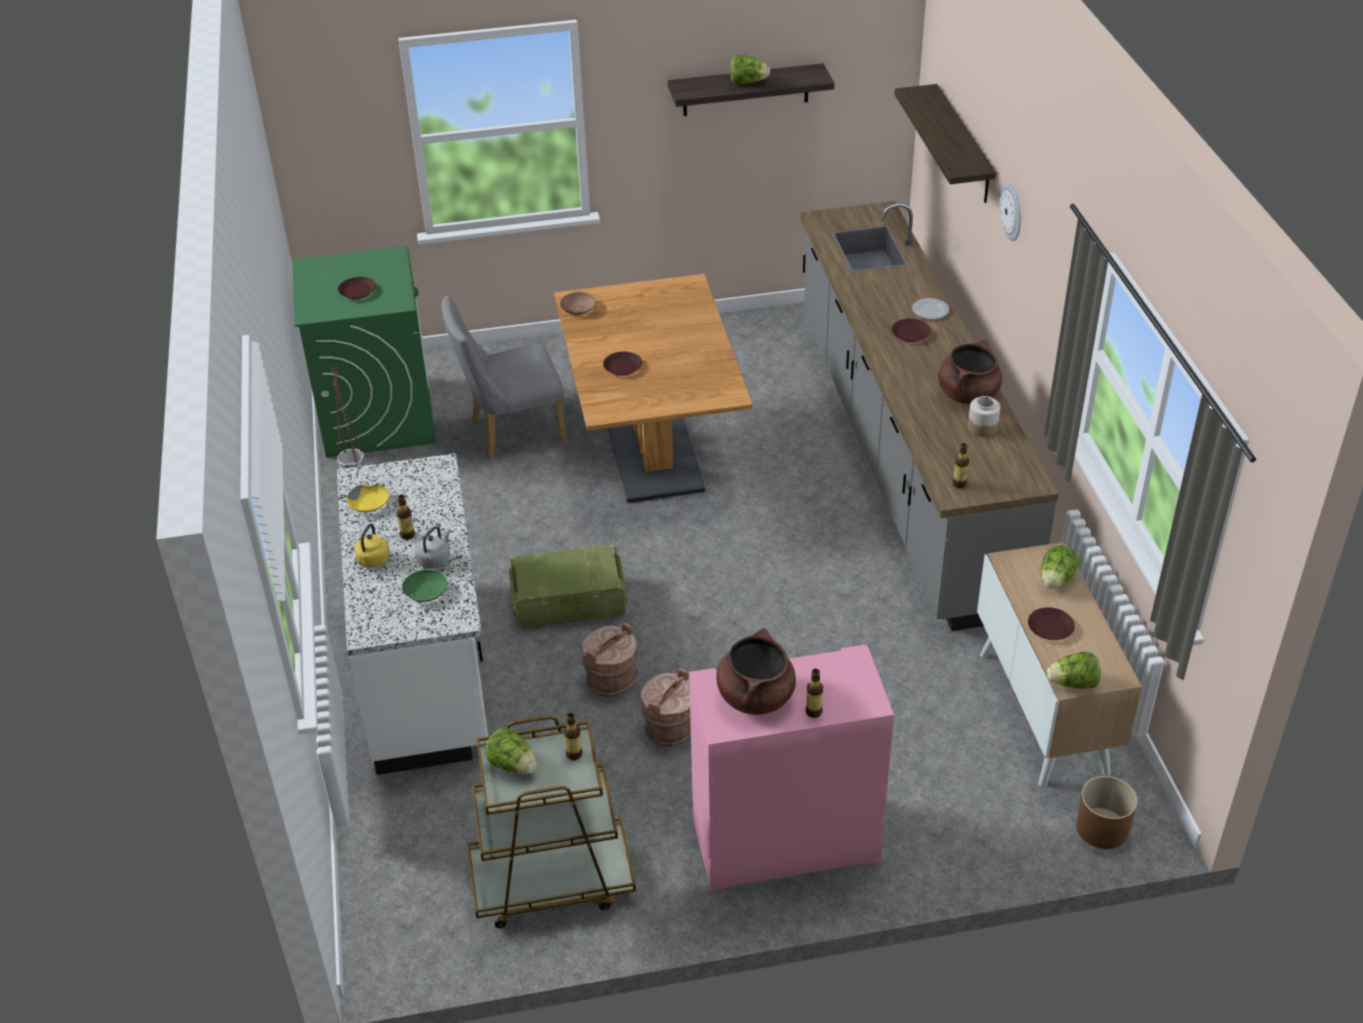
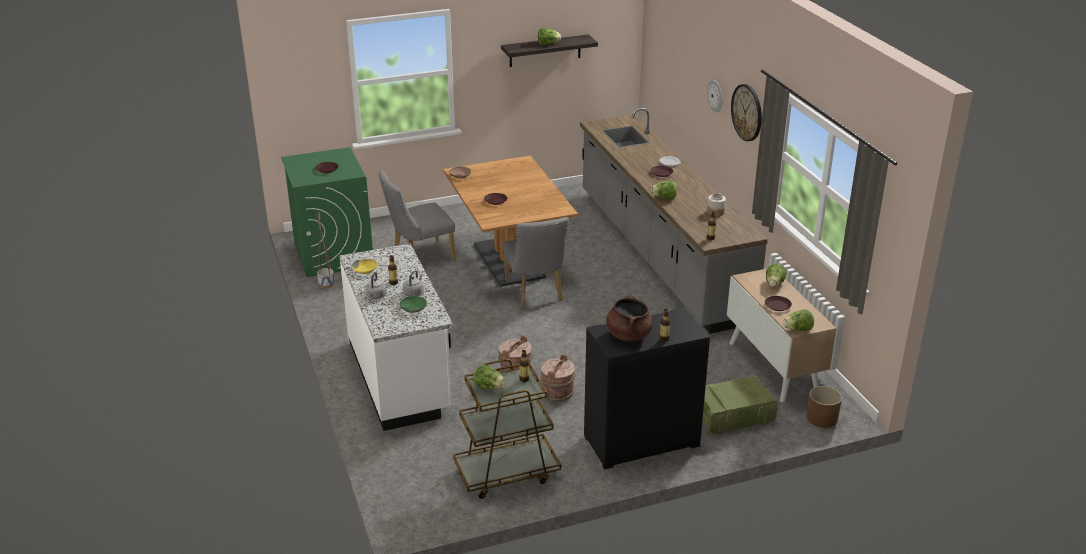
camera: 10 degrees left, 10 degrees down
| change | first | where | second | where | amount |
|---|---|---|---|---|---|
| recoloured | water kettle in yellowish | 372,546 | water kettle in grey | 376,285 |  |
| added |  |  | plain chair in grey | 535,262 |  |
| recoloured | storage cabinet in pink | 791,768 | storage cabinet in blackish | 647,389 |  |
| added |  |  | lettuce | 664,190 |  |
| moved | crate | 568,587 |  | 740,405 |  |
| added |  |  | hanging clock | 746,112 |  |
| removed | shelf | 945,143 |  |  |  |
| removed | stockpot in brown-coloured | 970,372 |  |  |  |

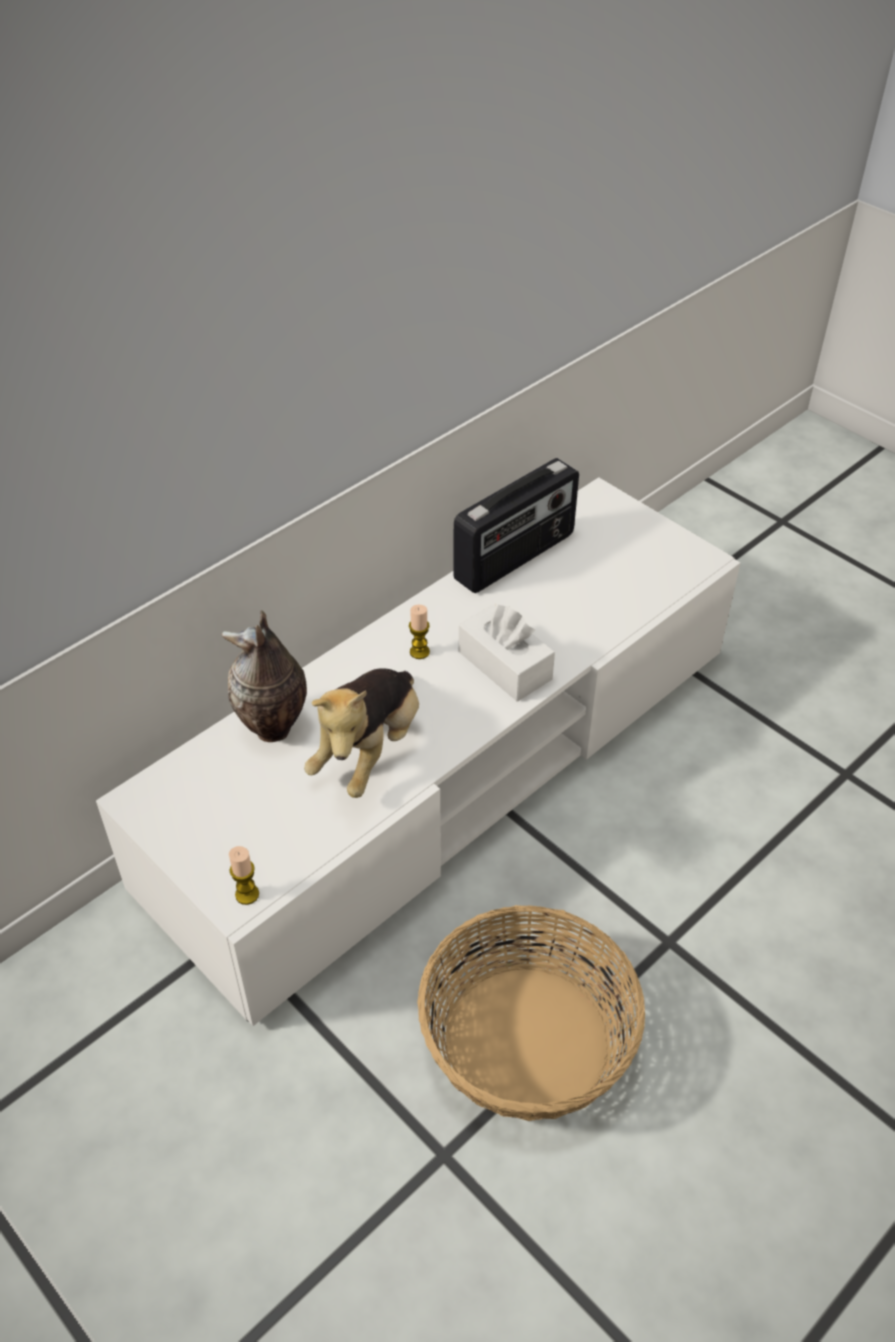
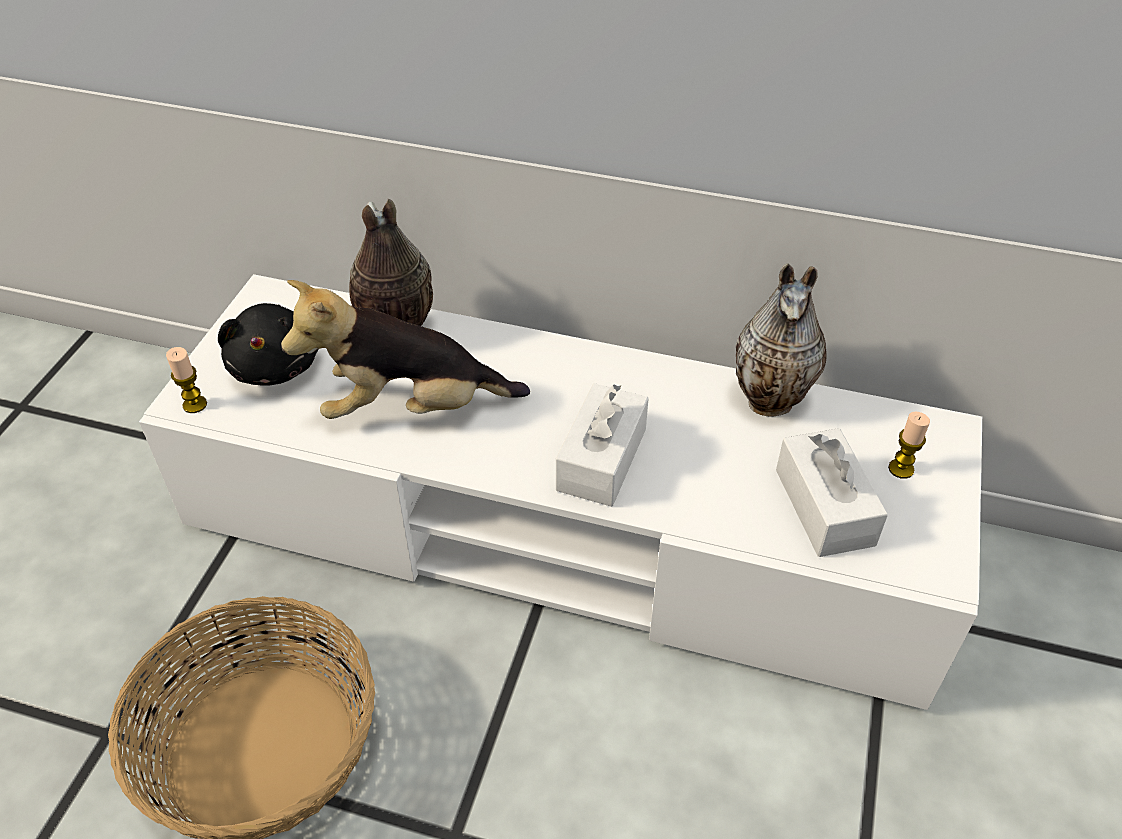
camera: 60 degrees right, 0 degrees up
| change | first | where | second | where | amount |
|---|---|---|---|---|---|
| added |  |  | soft toy in blackish | 268,344 |  |
| replaced | radio set | 516,525 | flower vase | 781,340 |  |
| added |  |  | tissue holder in whitish | 832,492 |  |
| moved | candle | 419,632 |  | 909,445 |  |

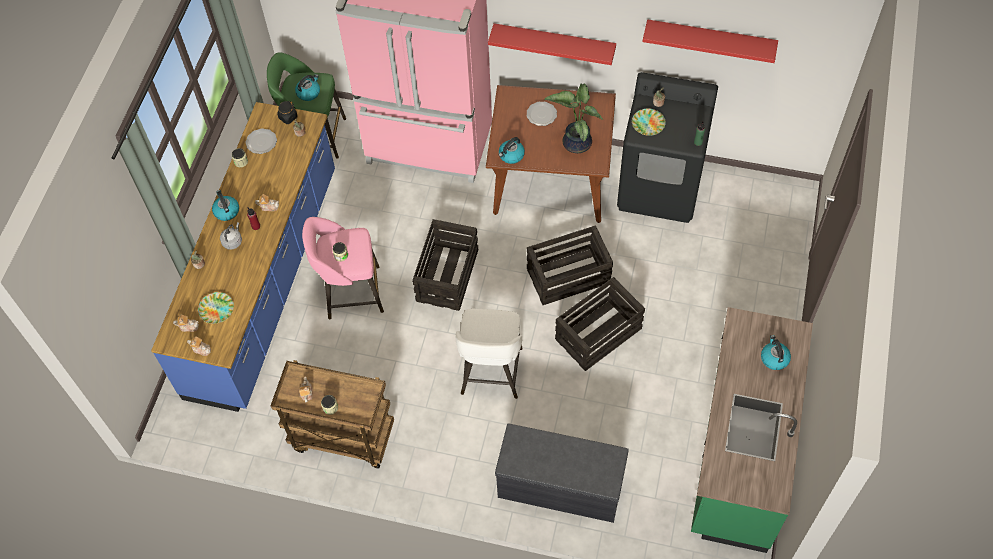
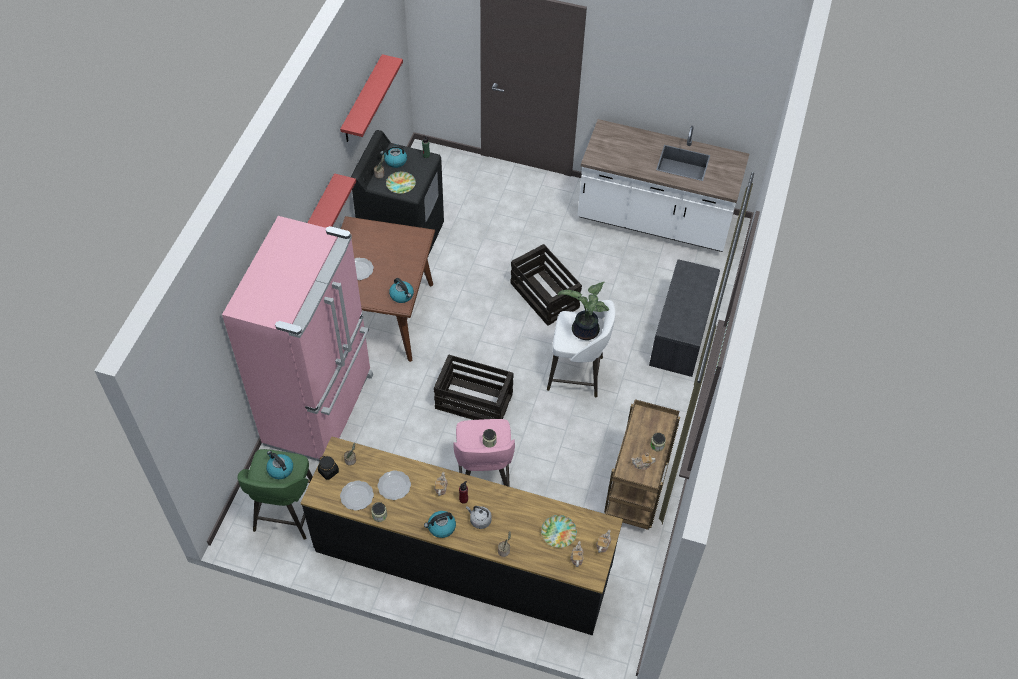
camera: 90 degrees left, 5 degrees down
| change | first | where | second | where | amount |
|---|---|---|---|---|---|
| recoloured | counter in blue | 243,257 | counter in blackish | 462,535 |  |
| added |  |  | plate | 394,485 |  |
| moved | water kettle | 776,352 |  | 393,156 |  |
| moved | plant in a pot | 573,118 |  | 583,311 |  |
| recoloured | counter in green-coloured | 752,430 | counter in whitish | 663,185 |  |
| removed | crate | 570,265 |  |  |  |

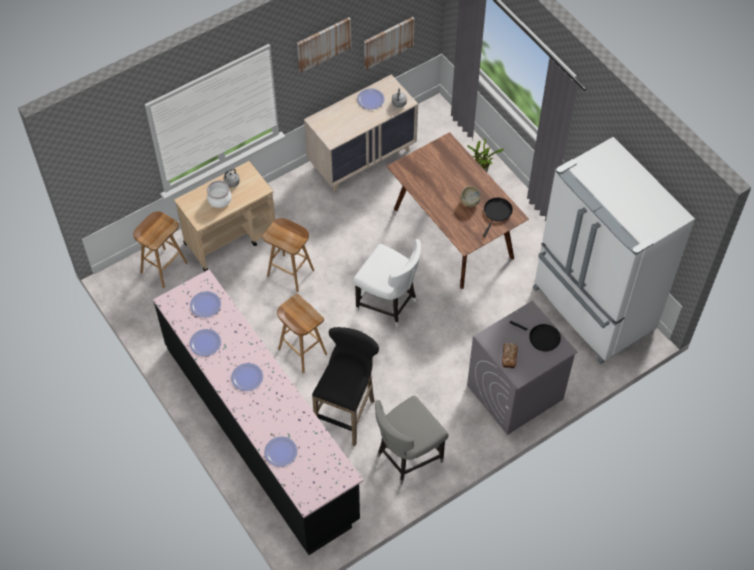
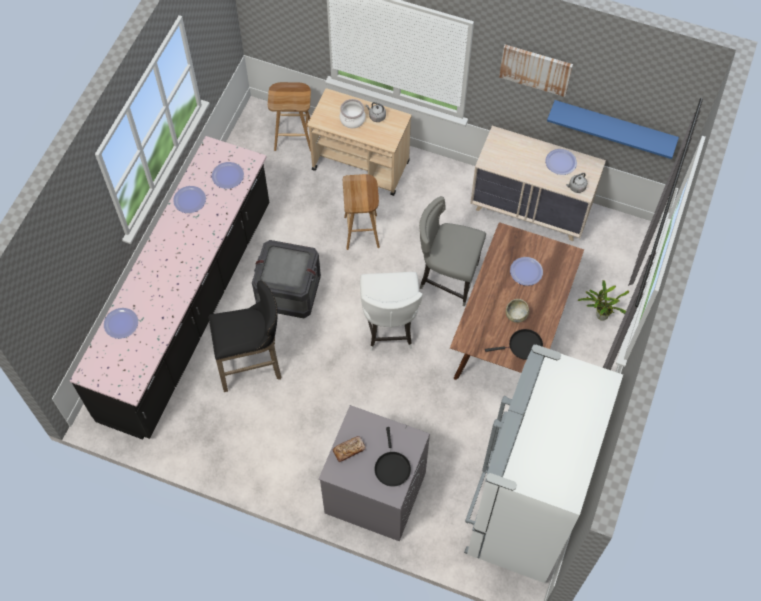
camera: 55 degrees right, 5 degrees up
| change | first | where | second | where | amount |
|---|---|---|---|---|---|
| replaced | stool seat in brown-coloured | 302,333 | crate | 286,279 |  |
| moved | plain chair in grey | 412,440 |  | 452,251 |  |
| moved | plate | 247,377 |  | 526,271 |  |
| replaced | wall picture | 389,43 | shelf in blue | 613,129 |  |

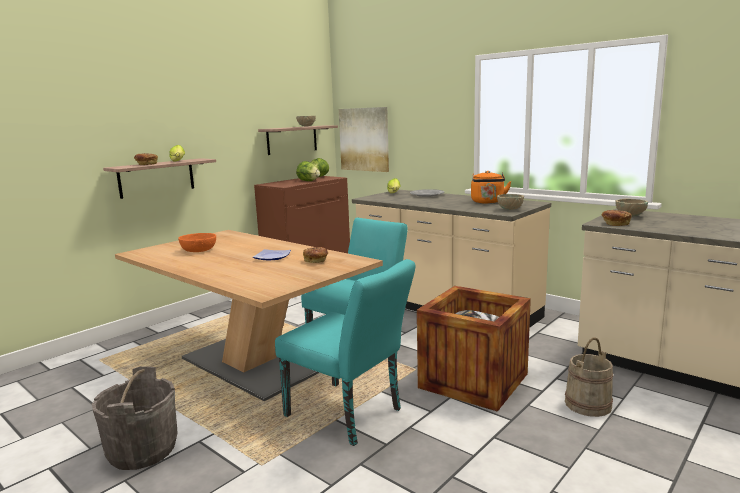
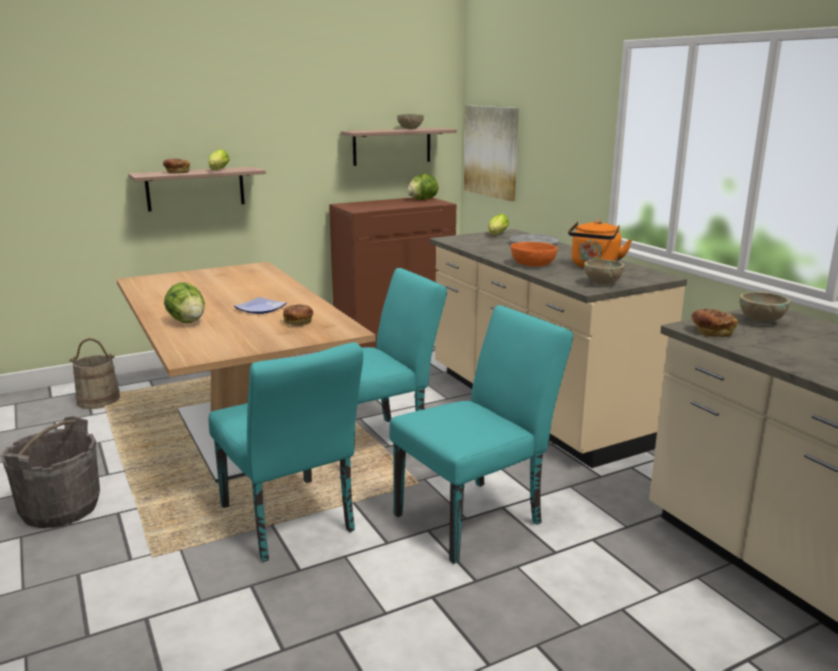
camera: 20 degrees right, 5 degrees up
| change | first | where | second | where | amount |
|---|---|---|---|---|---|
| moved | bucket in beige | 589,377 |  | 94,373 |  |
| moved | lettuce | 308,171 |  | 184,302 |  |
| replaced | crate | 474,349 | plain chair in blue-green | 481,434 |  |
| moved | serving bowl in orangey | 197,242 |  | 534,254 |  |

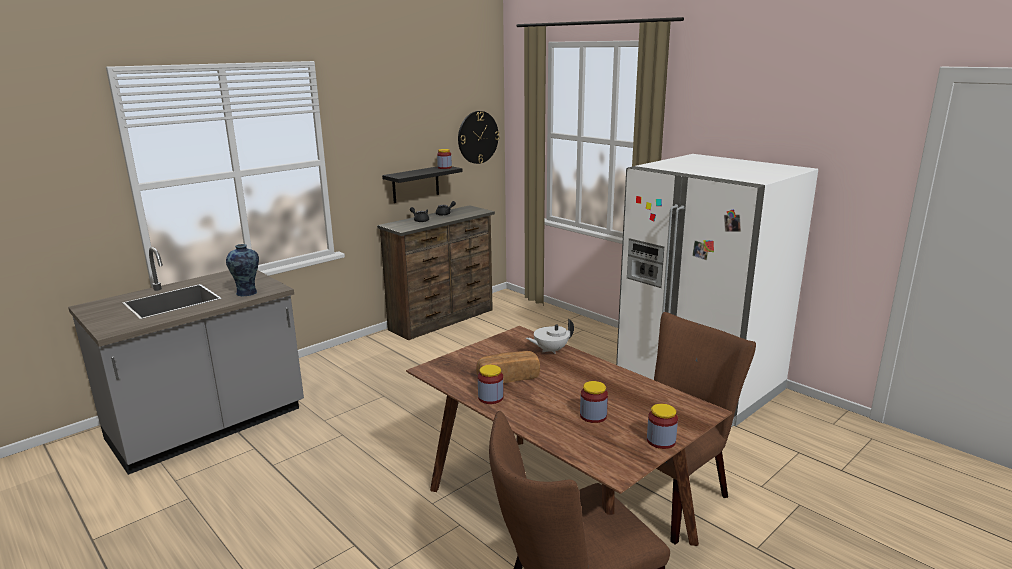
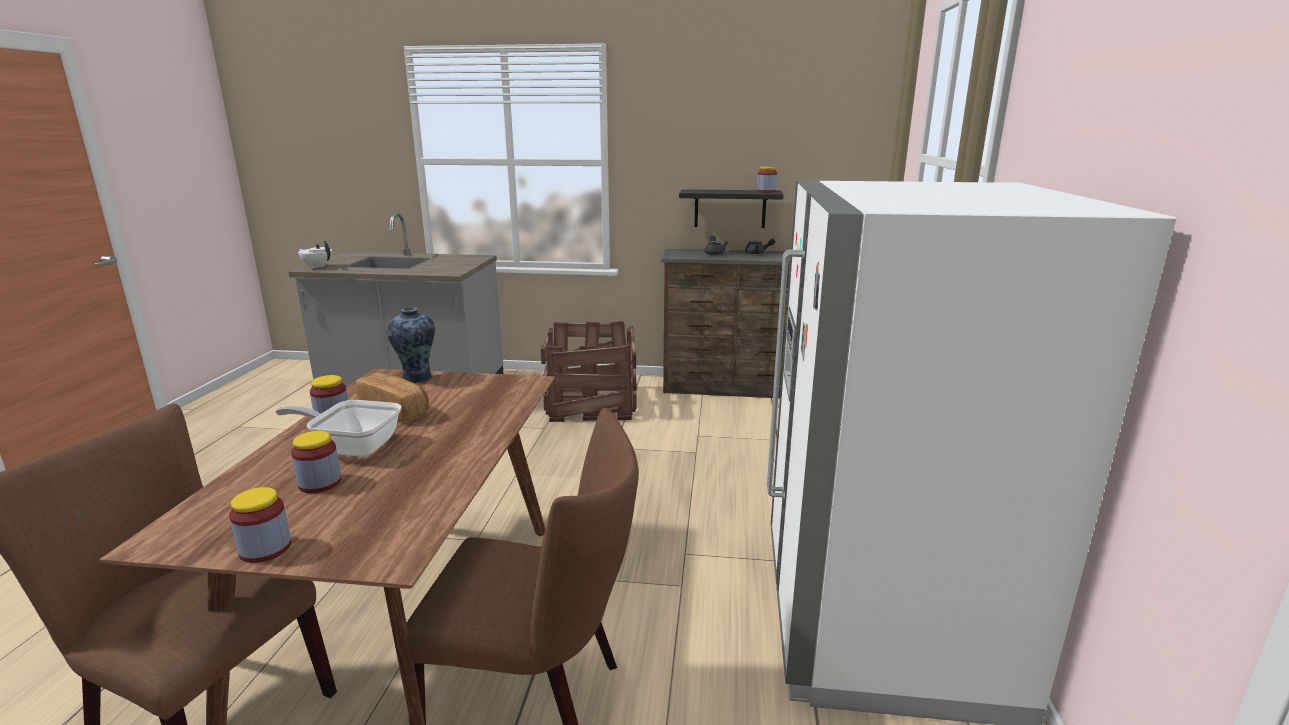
camera: 50 degrees right, 0 degrees up
| change | first | where | second | where | amount |
|---|---|---|---|---|---|
| added |  |  | pan | 338,428 |  |
| moved | tea pot in whitish | 550,336 |  | 315,254 |  |
| moved | flower vase | 242,270 |  | 411,345 |  |
| added |  |  | crate | 589,371 |  |
| removed | hanging clock | 478,137 |  |  |  |

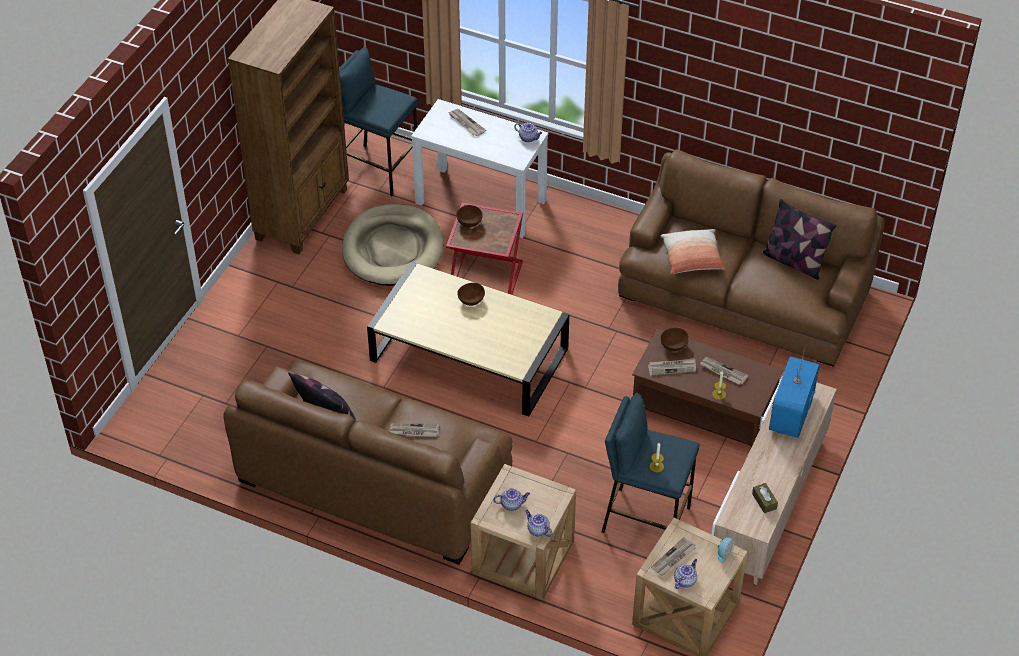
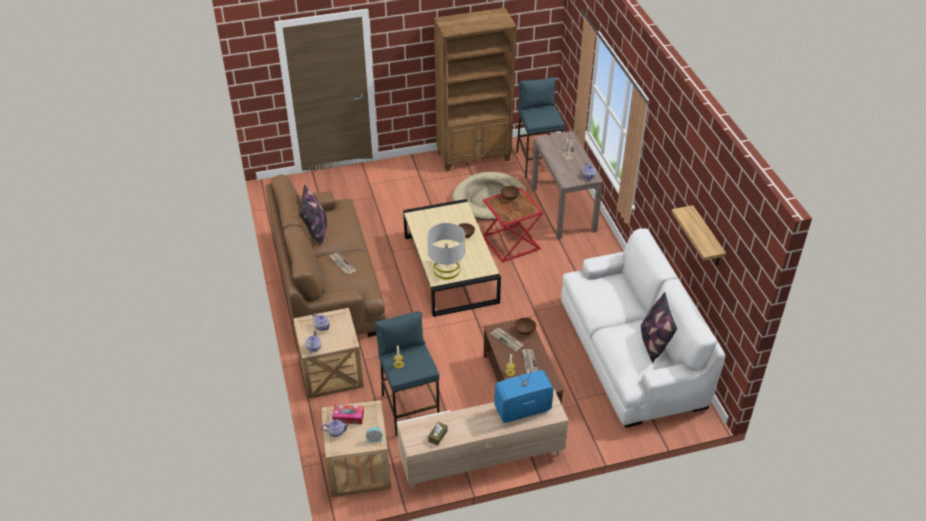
camera: 50 degrees right, 5 degrees down
| change | first | where | second | where | amount |
|---|---|---|---|---|---|
| replaced | daily paper | 673,556 | tissue holder | 348,414 |  |
| added |  |  | tabletop lamp in grey | 446,251 |  |
| recoloured | narrow table in whitish | 479,168 | narrow table in brown-coloured | 567,185 |  |
| recoloured | couch in brown-coloured | 751,258 | couch in whitish | 643,328 |  |
| added |  |  | shelf | 699,235 |  |
| removed | throw pillow | 692,251 |  |  |  |

